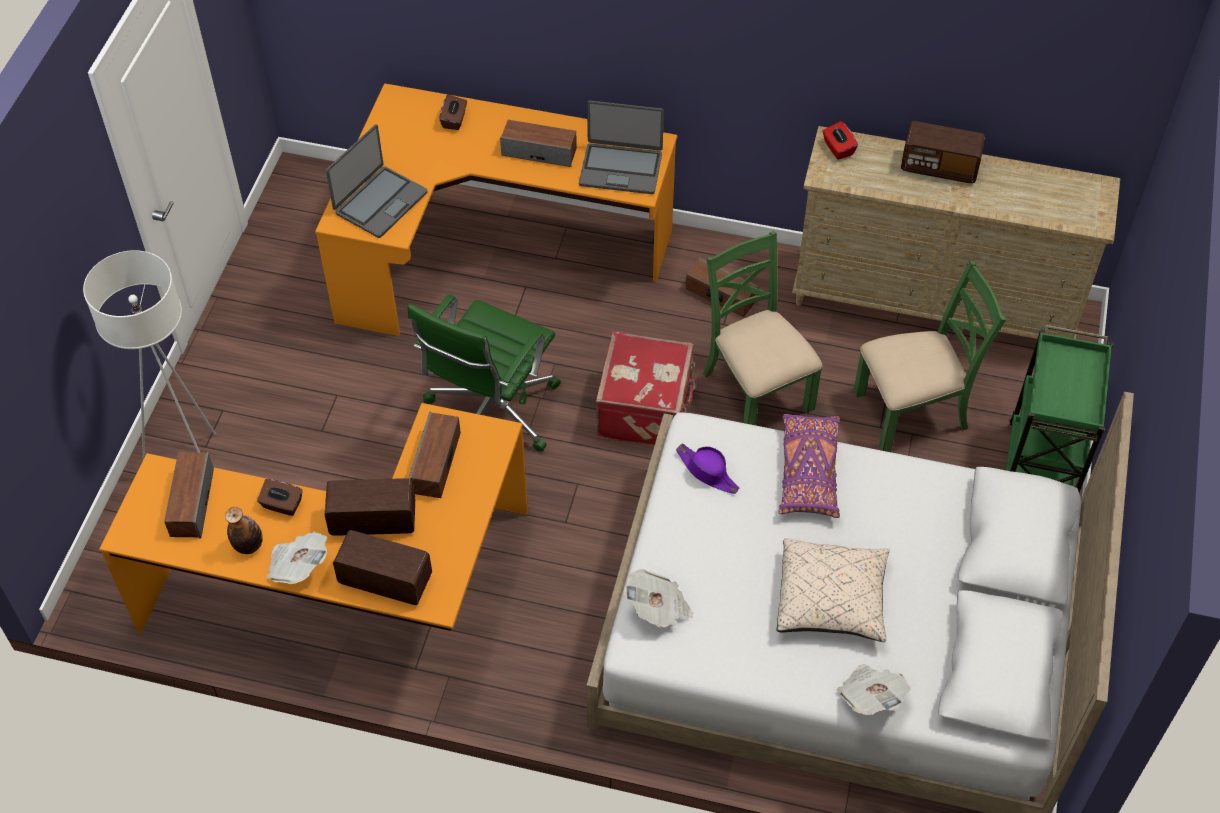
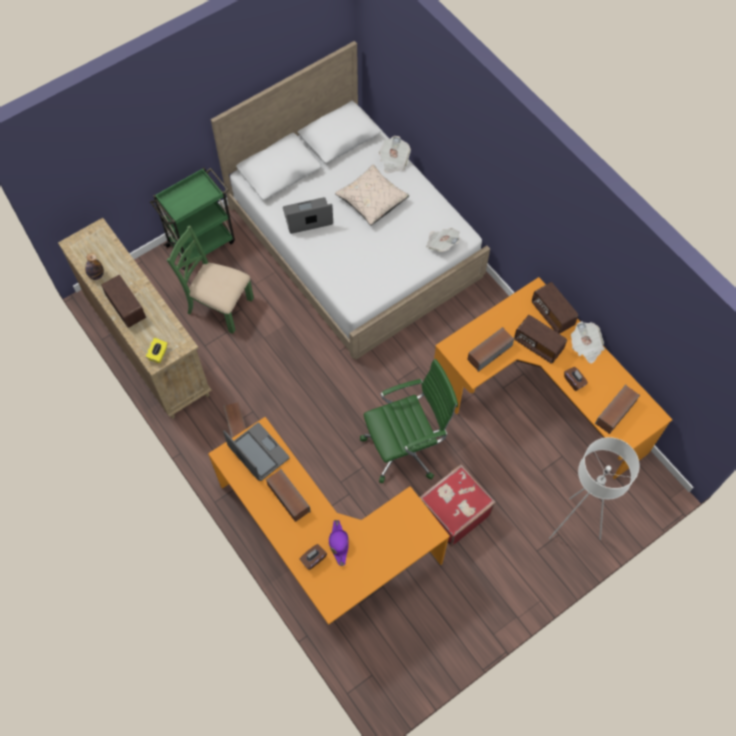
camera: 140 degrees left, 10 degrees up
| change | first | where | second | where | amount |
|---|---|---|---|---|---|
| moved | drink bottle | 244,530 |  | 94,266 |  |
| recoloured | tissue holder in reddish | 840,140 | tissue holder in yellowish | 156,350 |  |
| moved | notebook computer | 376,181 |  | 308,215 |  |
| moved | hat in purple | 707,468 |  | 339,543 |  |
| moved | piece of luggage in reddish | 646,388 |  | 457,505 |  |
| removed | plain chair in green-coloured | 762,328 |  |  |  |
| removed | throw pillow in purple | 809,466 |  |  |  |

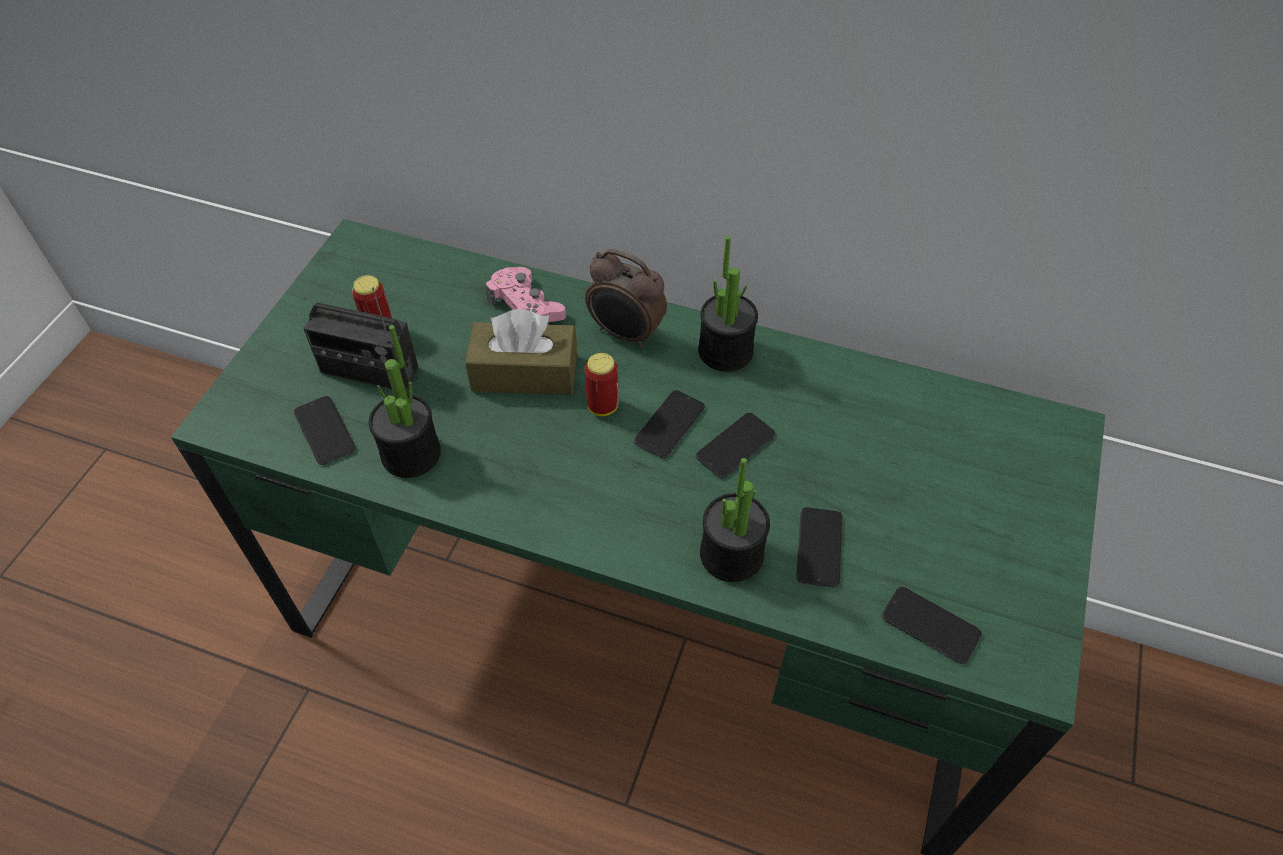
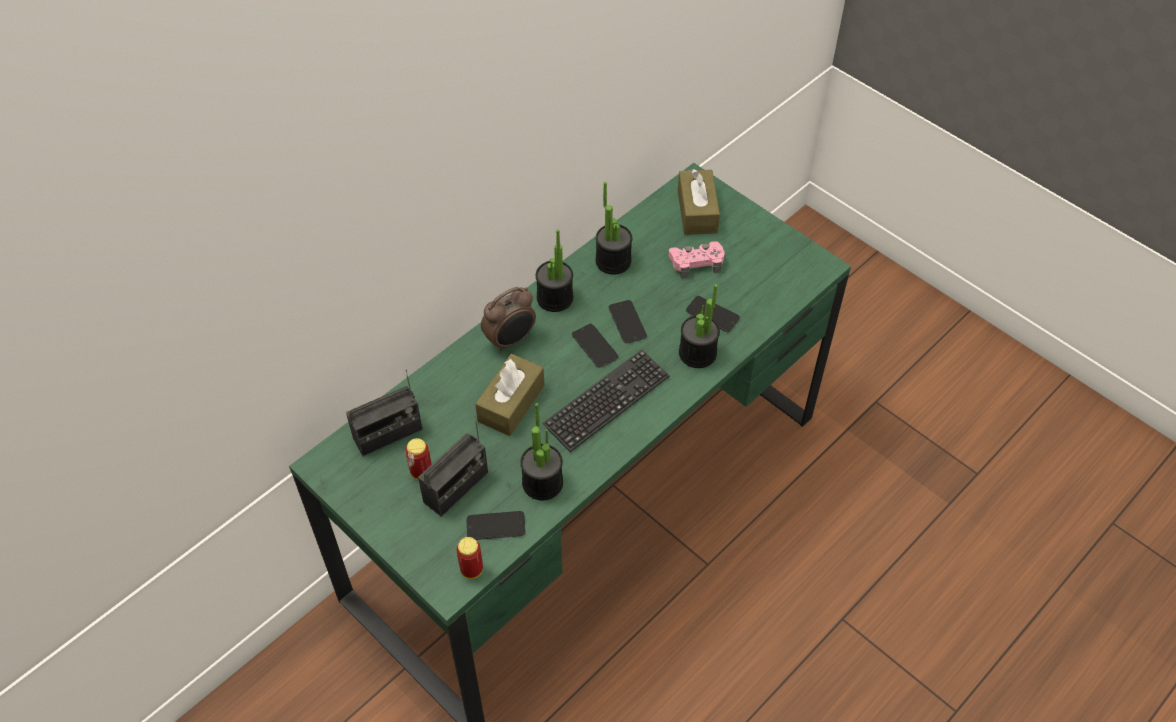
camera: 65 degrees left, 0 degrees up
| change | first | where | second | where | amount |
|---|---|---|---|---|---|
| added |  |  | radio set | 384,413 |  |
| moved | can | 602,384 |  | 469,558 |  |
| added |  |  | computer keyboard | 606,400 |  |
| added |  |  | plant in a pot | 613,228 |  |
| moved | gamepad in pink | 526,294 |  | 697,259 |  |
| added |  |  | tissue holder in brown-coloured | 699,202 |  |
| removed | phone | 932,625 |  |  |  |

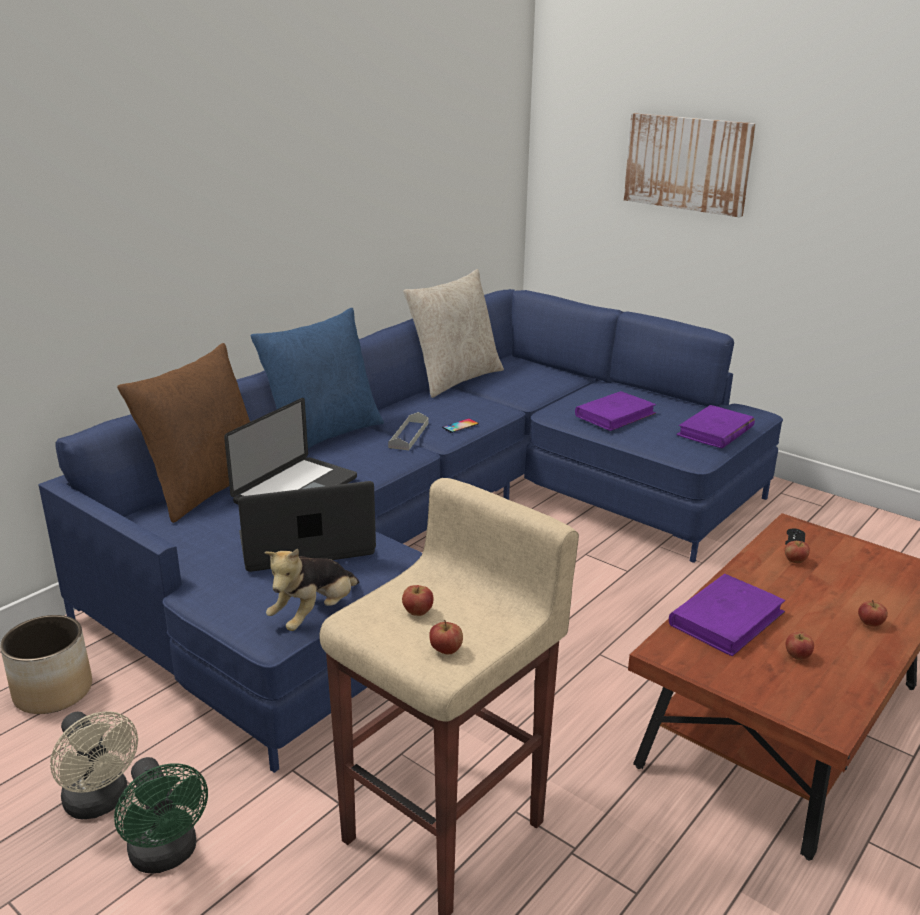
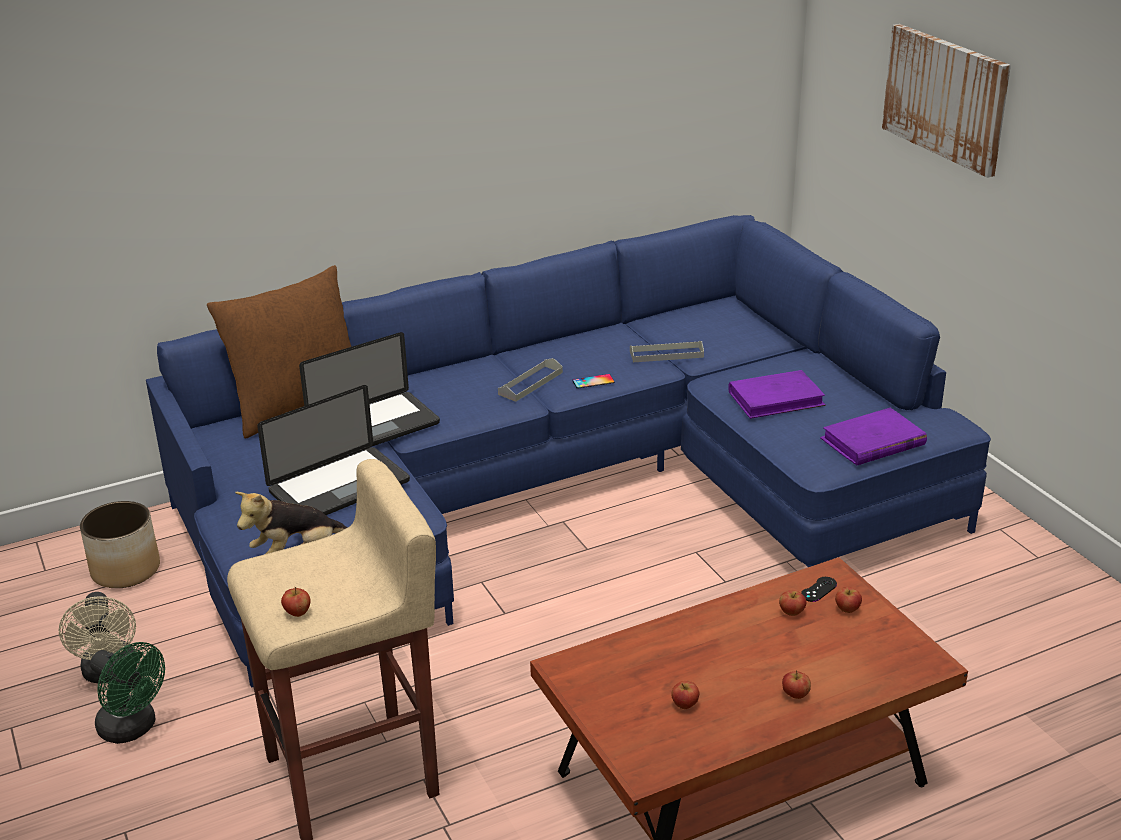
camera: 25 degrees right, 5 degrees up
| change | first | where | second | where | amount |
|---|---|---|---|---|---|
| turned | cooling fan in green-coloured | 161,815 |  | 127,693 | 45 degrees counterclockwise |
| turned | notebook computer | 307,526 |  | 333,450 | 135 degrees clockwise |
| added |  |  | tray in grey | 667,351 |  |
| moved | whole apple | 418,600 |  | 848,600 |  |
| removed | throw pillow in blue | 317,378 |  |  |  |
| removed | throw pillow in beige | 453,333 |  |  |  |
| removed | book in purple | 727,615 |  |  |  |

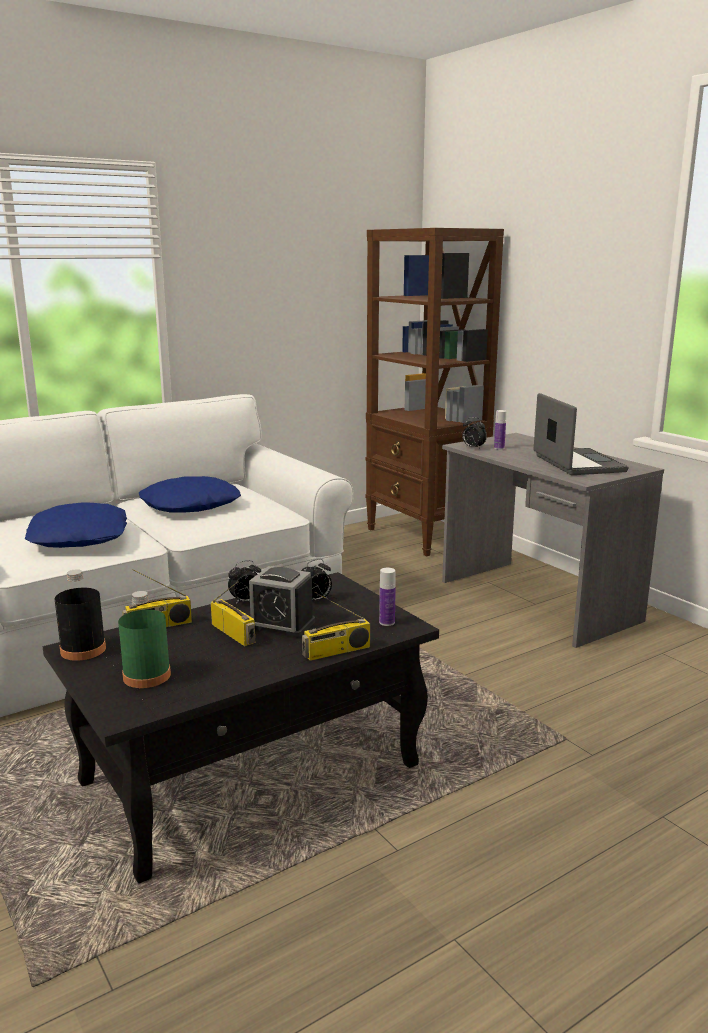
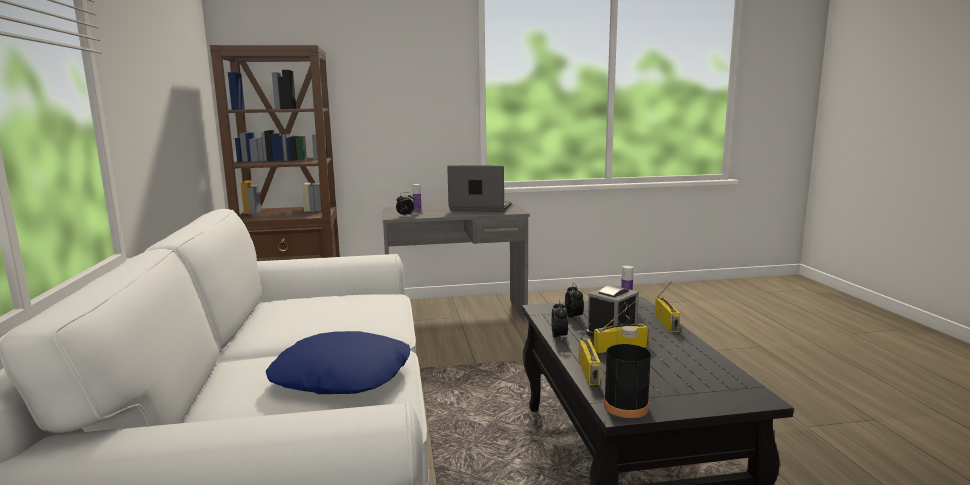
camera: 65 degrees left, 5 degrees down
| change | first | where | second | where | amount |
|---|---|---|---|---|---|
| removed | drink bottle in green-coloured | 144,639 |  |  |  |
| removed | throw pillow in blue | 190,494 |  |  |  |

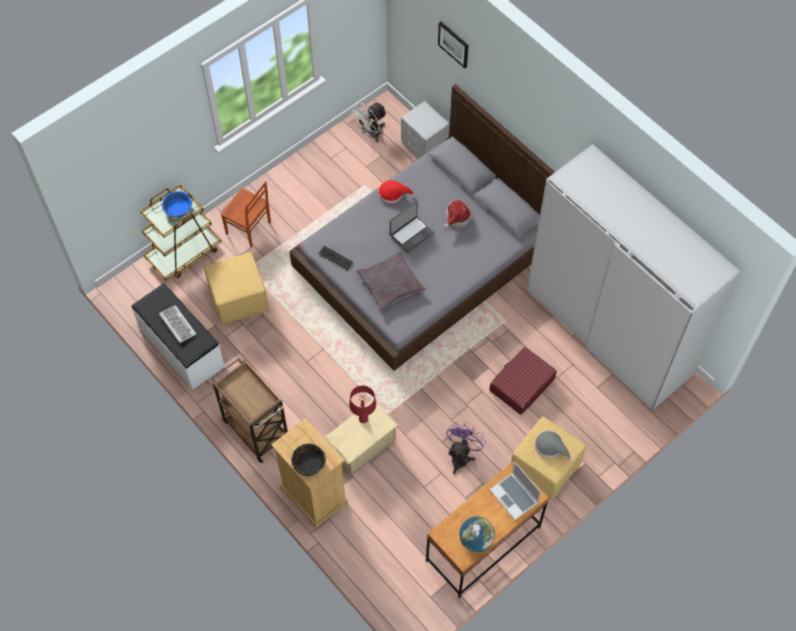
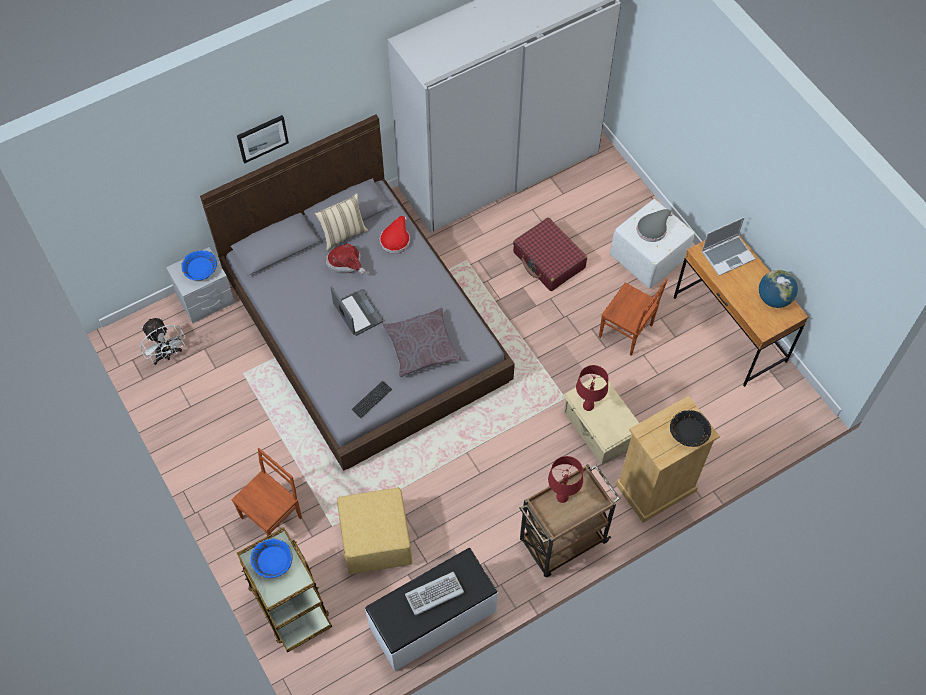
camera: 80 degrees left, 0 degrees up
| change | first | where | second | where | amount |
|---|---|---|---|---|---|
| added |  |  | serving bowl in blue | 199,265 |  |
| moved | wall picture | 453,44 |  | 263,139 |  |
| added |  |  | throw pillow in beige | 342,222 |  |
| moved | hat in reddish | 396,191 |  | 395,235 |  |
| added |  |  | tabletop lamp in reddish | 565,479 |  |
| replaced | cooling fan in purple | 466,448 | plain chair in brown-coloured | 633,317 |  |
| recoloured | pouffe in yellowish | 548,458 | pouffe in whitish | 652,244 |  |

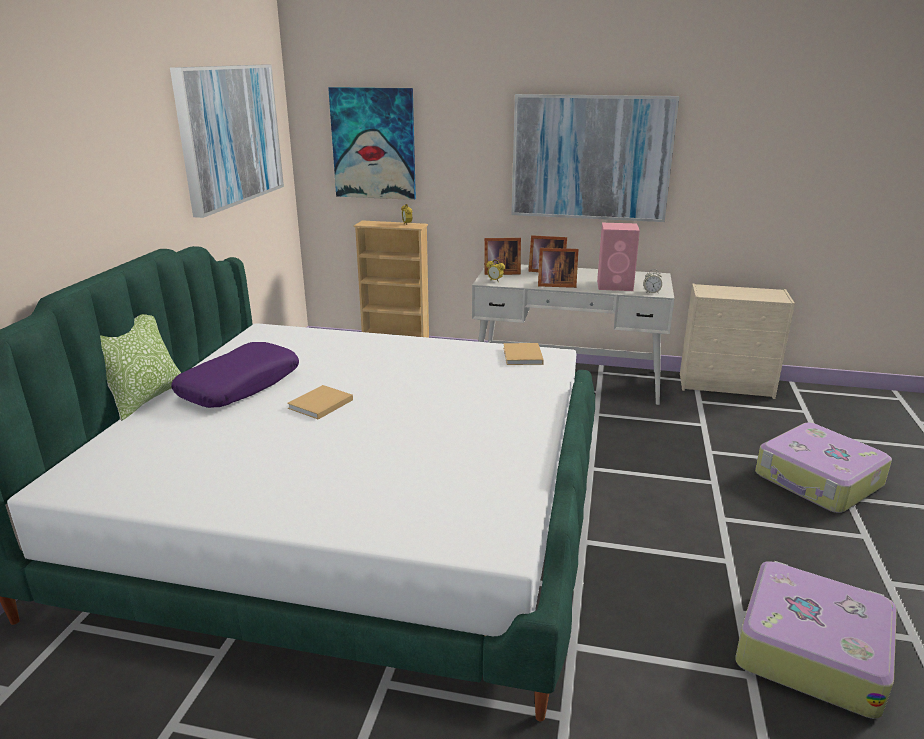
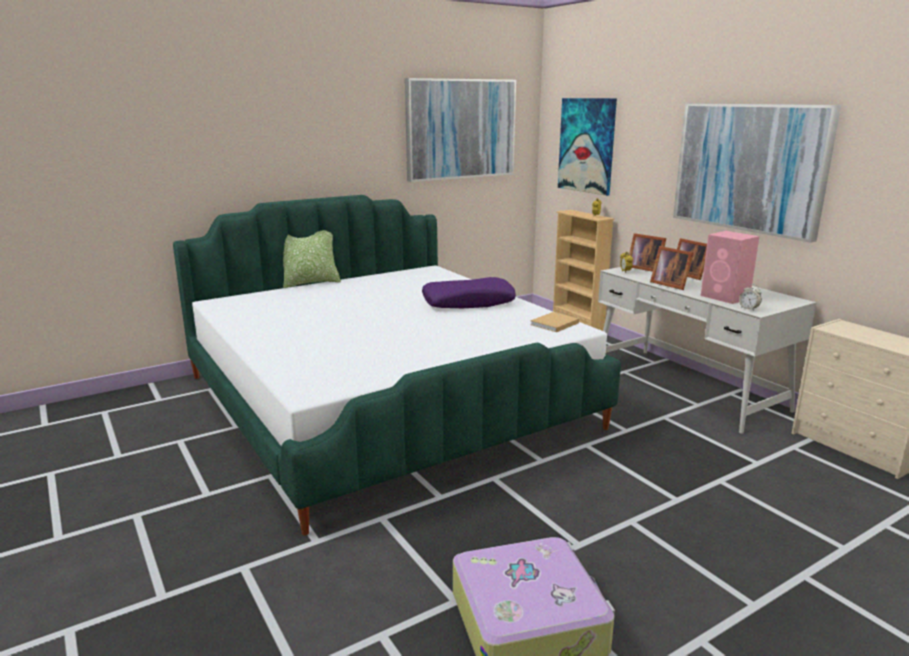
camera: 45 degrees right, 5 degrees down
| change | first | where | second | where | amount |
|---|---|---|---|---|---|
| moved | throw pillow in purple | 235,375 |  | 469,292 |  |
| removed | book in beige | 320,402 |  |  |  |
| removed | piece of luggage | 823,468 |  |  |  |

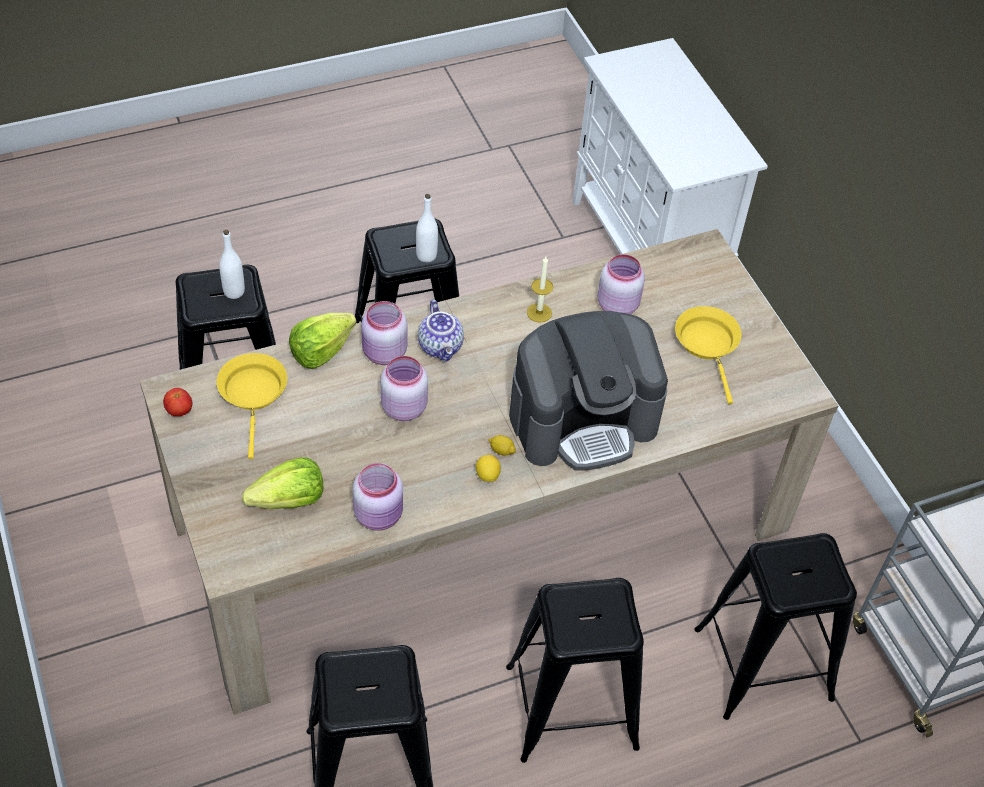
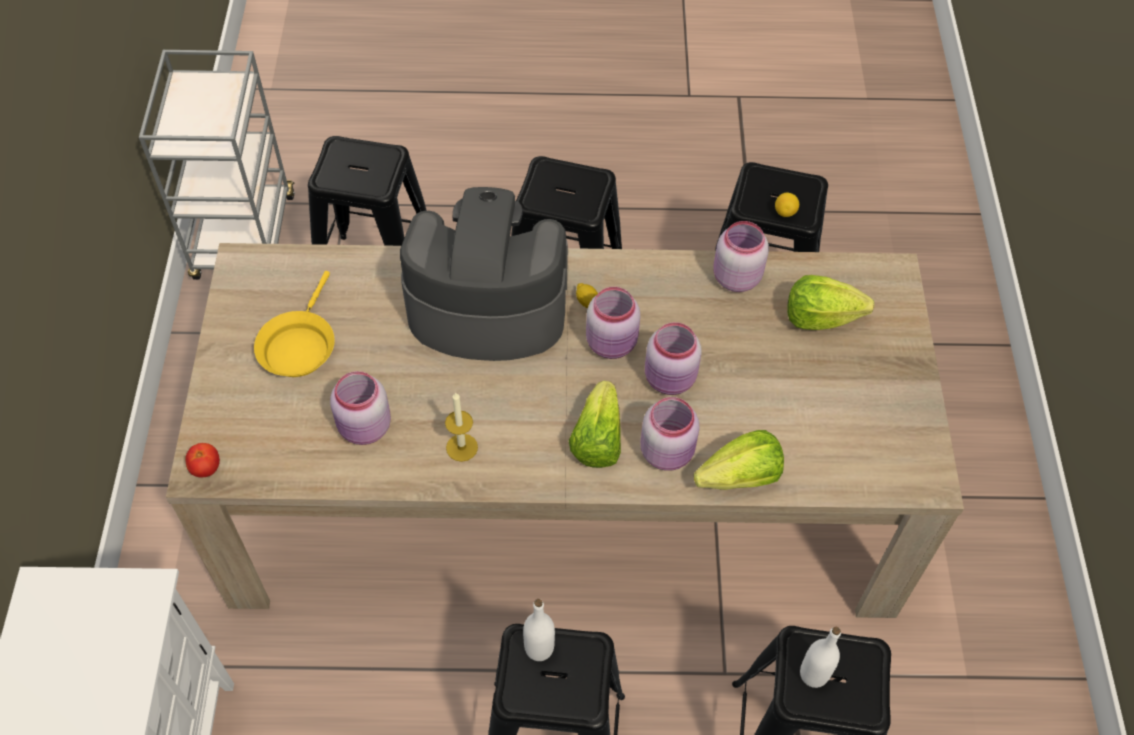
camera: 155 degrees left, 5 degrees up
| change | first | where | second | where | amount |
|---|---|---|---|---|---|
| moved | whole tomato | 177,402 |  | 202,460 |  |
| replaced | tea pot | 441,330 | lettuce | 595,424 |  |
| added |  |  | preserve jar in pink | 613,323 |  |
| moved | lemon | 488,468 |  | 787,205 |  |
| removed | pan in yellowish | 252,406 |  |  |  |

